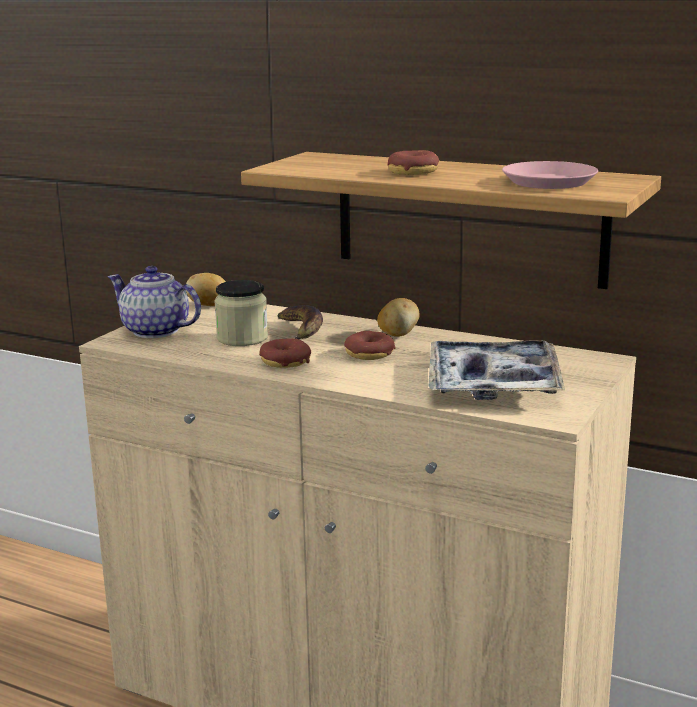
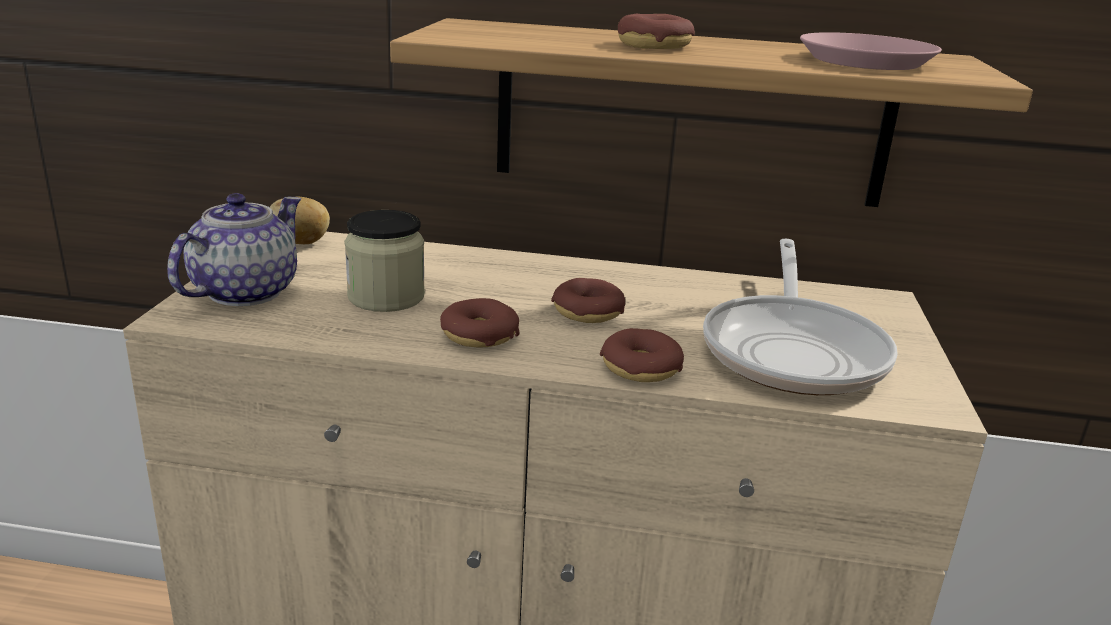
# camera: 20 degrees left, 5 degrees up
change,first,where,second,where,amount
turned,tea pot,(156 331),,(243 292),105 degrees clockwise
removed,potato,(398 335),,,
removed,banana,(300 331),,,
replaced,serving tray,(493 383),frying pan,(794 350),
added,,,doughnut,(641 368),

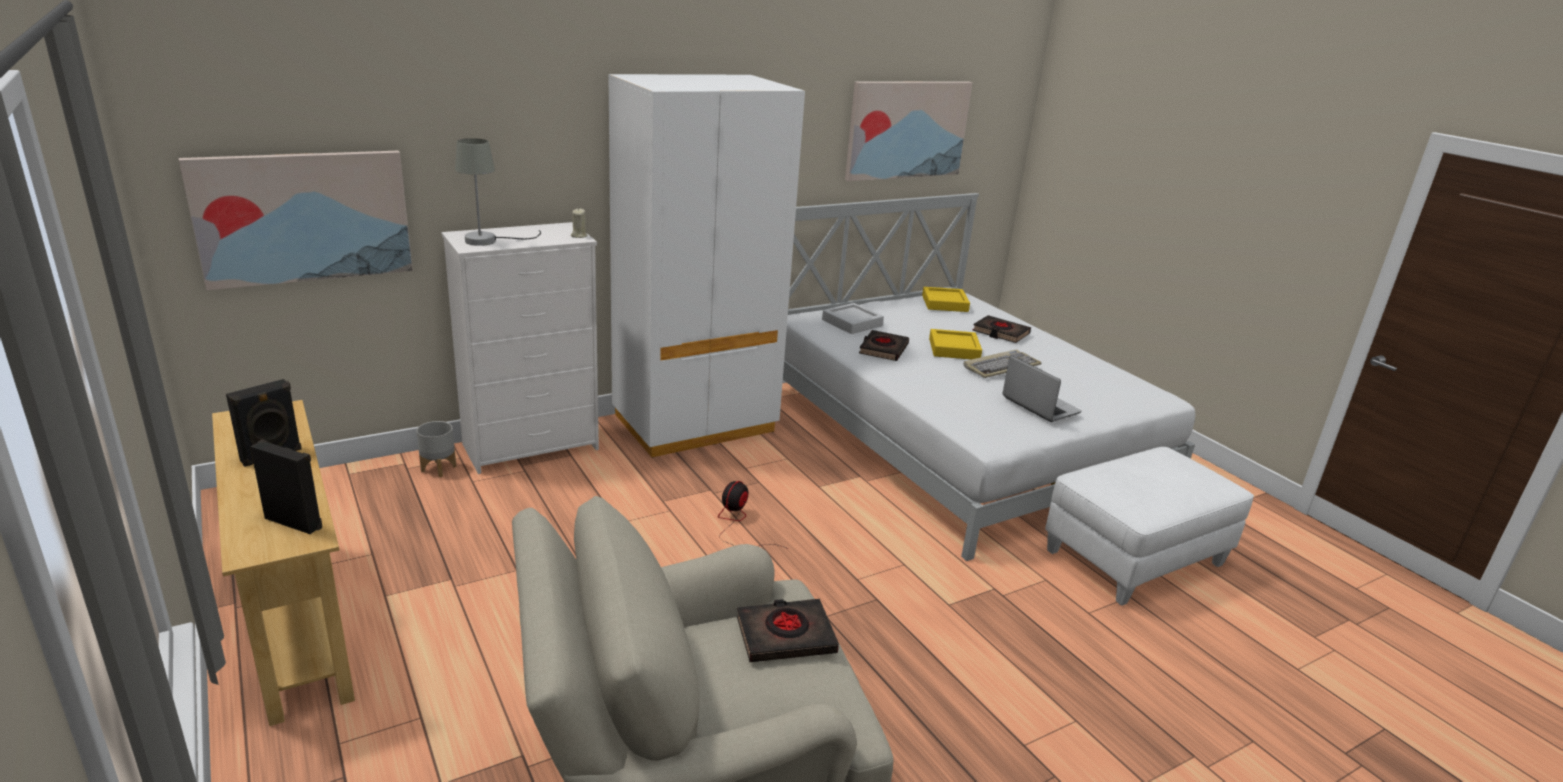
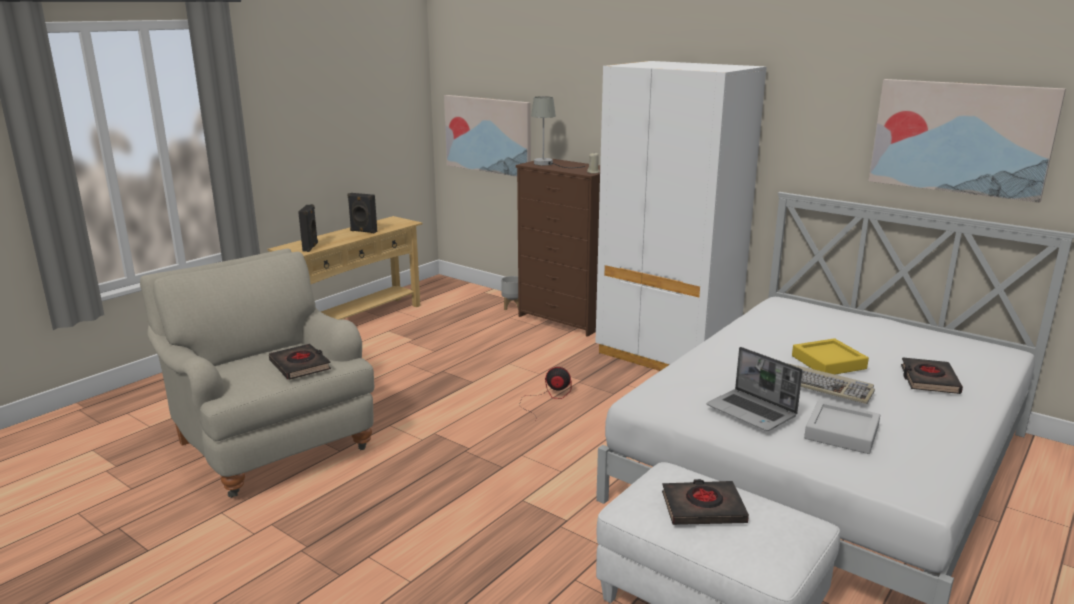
# camera: 70 degrees right, 5 degrees down
change,first,where,second,where,amount
recoloured,drawer chest in white,(532 447),drawer chest in brown-coloured,(565 320),
removed,serving tray in yellow,(944 303),,,
moved,serving tray in greyish,(852 323),,(841 433),
moved,bound book in blackish,(883 349),,(703 508),
turned,portable computer,(1039 405),,(752 412),105 degrees clockwise

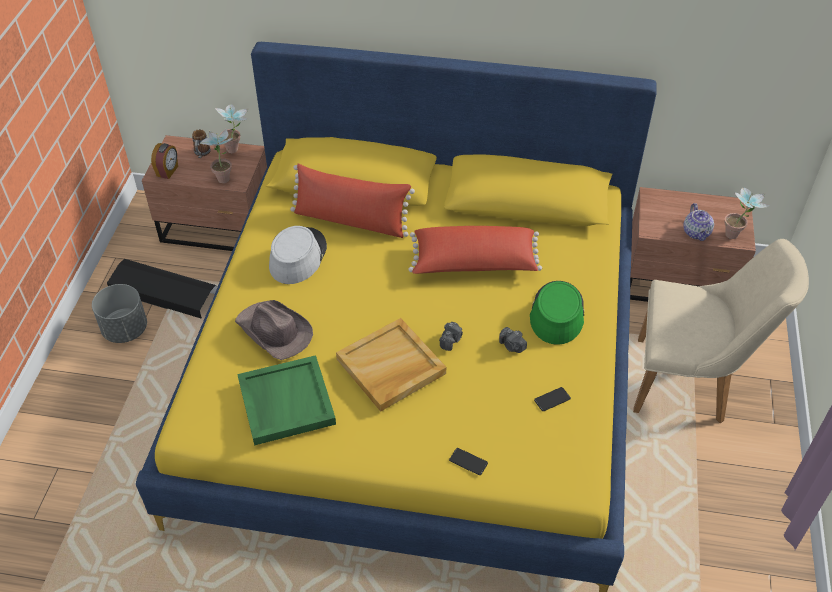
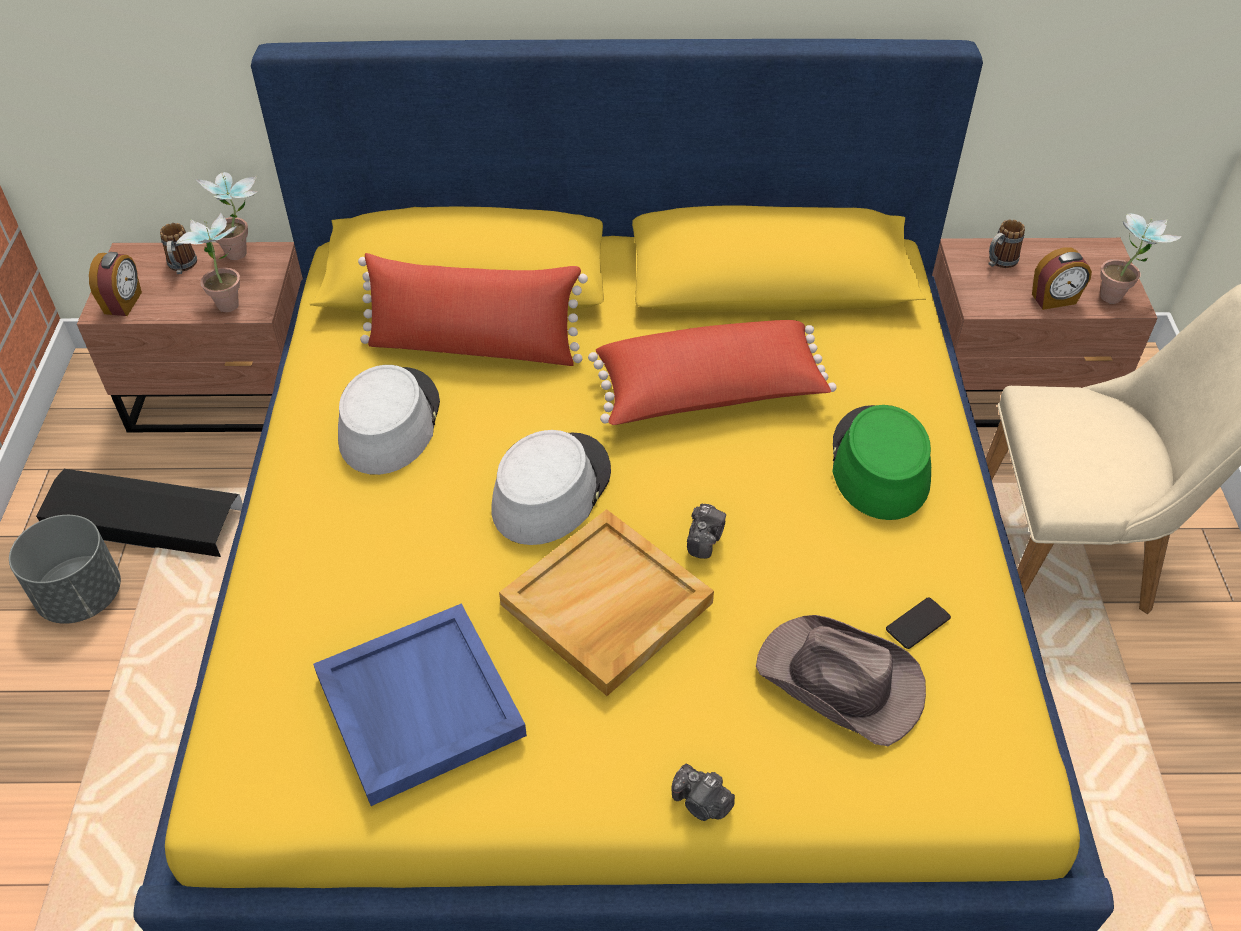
# camera: 10 degrees left, 0 degrees up
change,first,where,second,where,amount
replaced,tea pot,(696 232),bedside clock,(1054 300),
moved,wearable hat in brown-coloured,(274 331),,(840 683),
moved,still camera,(512 346),,(701 803),
recoloured,serving tray in greenish,(285 401),serving tray in bluish,(417 704),
removed,phone,(468 462),,,
added,,,tea mug,(998 262),
added,,,wearable hat in greyish,(551 489),

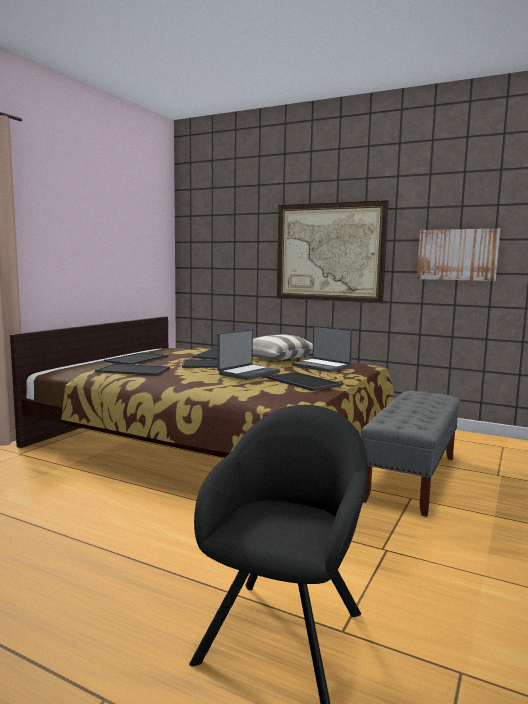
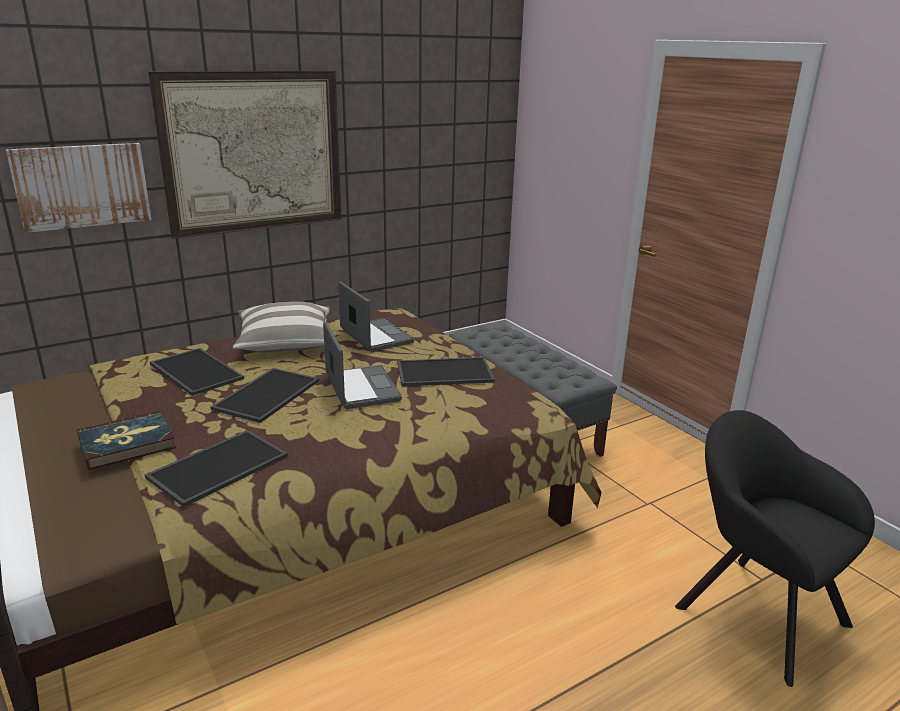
# camera: 60 degrees left, 15 degrees up
change,first,where,second,where,amount
moved,picture,(457 254),,(82 186),
turned,portable computer,(321 366),,(375 336),105 degrees counterclockwise
replaced,serving tray,(137 359),bound book,(127 443),

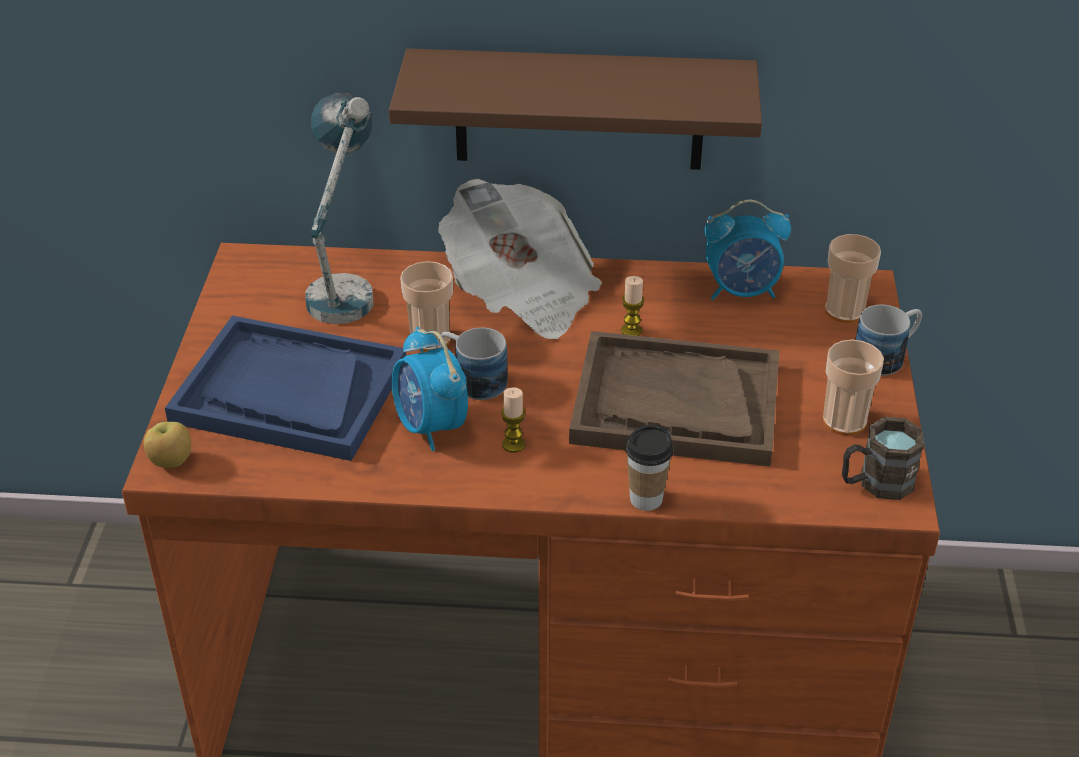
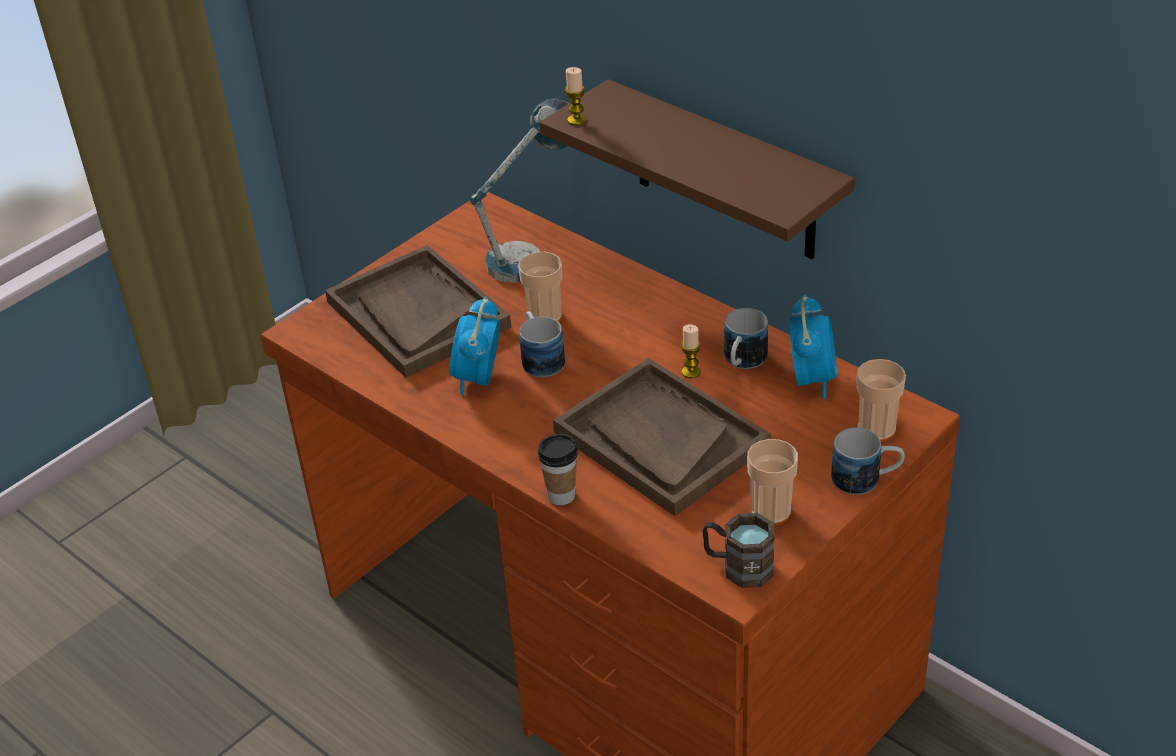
# camera: 40 degrees right, 0 degrees up
change,first,where,second,where,amount
removed,daily paper,(521 293),,,
turned,bedside clock,(742 291),,(811 378),120 degrees counterclockwise
recoloured,serving tray in bluish,(289 392),serving tray in brown-coloured,(417 314),
moved,wax candle,(513 444),,(576 120),
removed,whole apple,(171 462),,,
added,,,tea mug,(742 362),

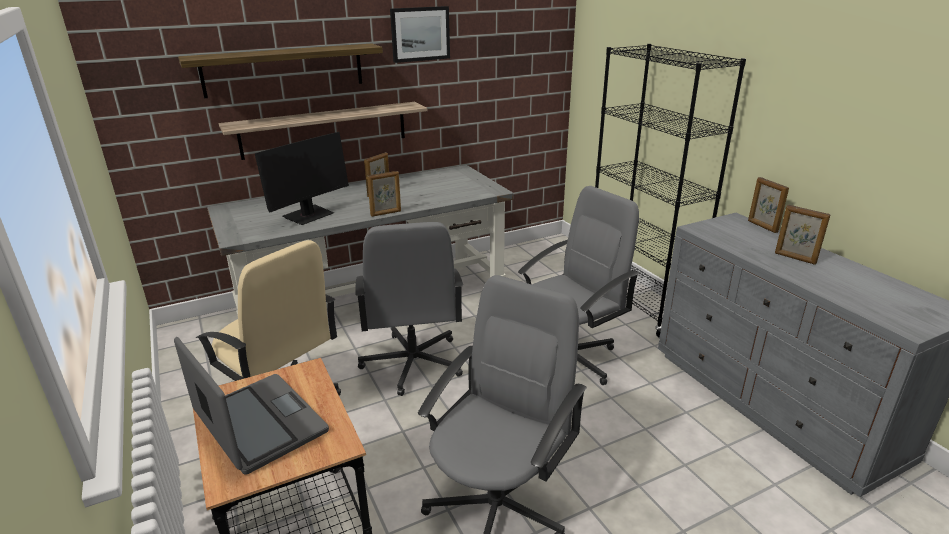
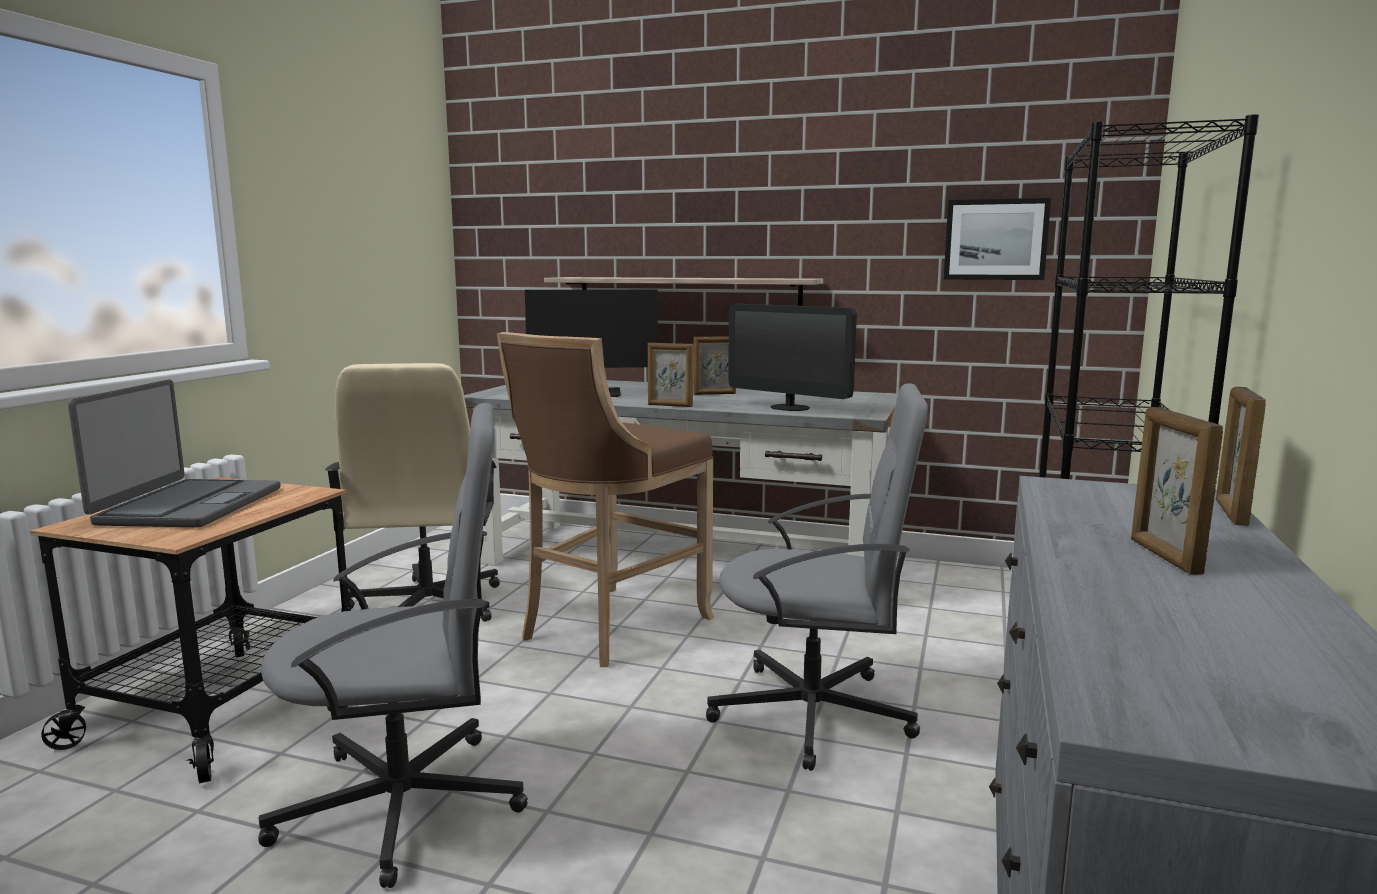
# camera: 45 degrees right, 15 degrees down
change,first,where,second,where,amount
moved,picture,(420 34),,(995 239),
removed,wall shelf,(284 70),,,
replaced,computer chair in greyish,(412 363),stool in brown-coloured,(609 628),
added,,,computer display,(789 407),

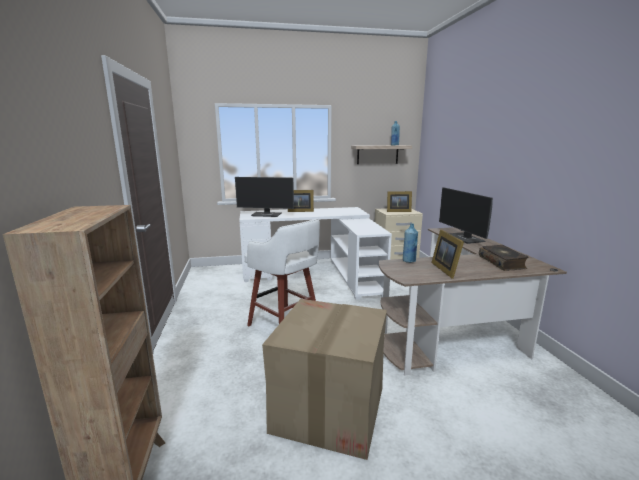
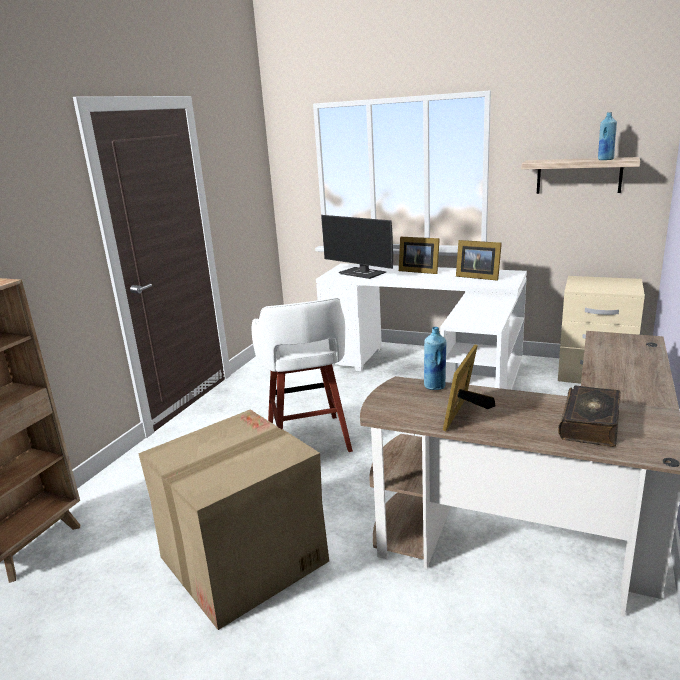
# camera: 35 degrees right, 5 degrees up
change,first,where,second,where,amount
removed,computer display,(465 238),,,
moved,picture frame,(397 211),,(477 277),

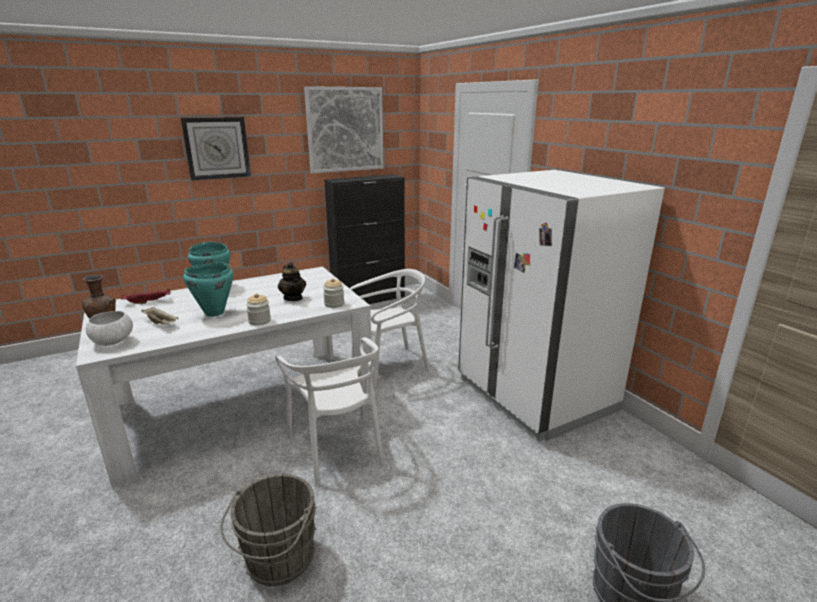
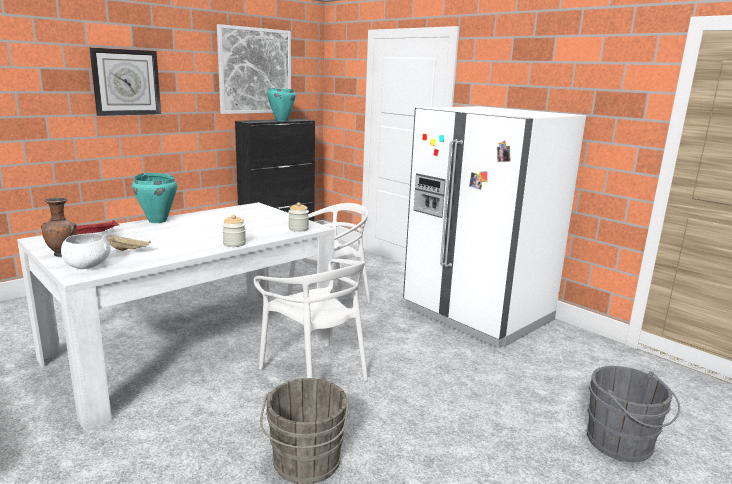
# camera: 15 degrees left, 5 degrees down
change,first,where,second,where,amount
moved,saucepot in turquoise,(214 313),,(281 120),
removed,tea pot,(293 298),,,

